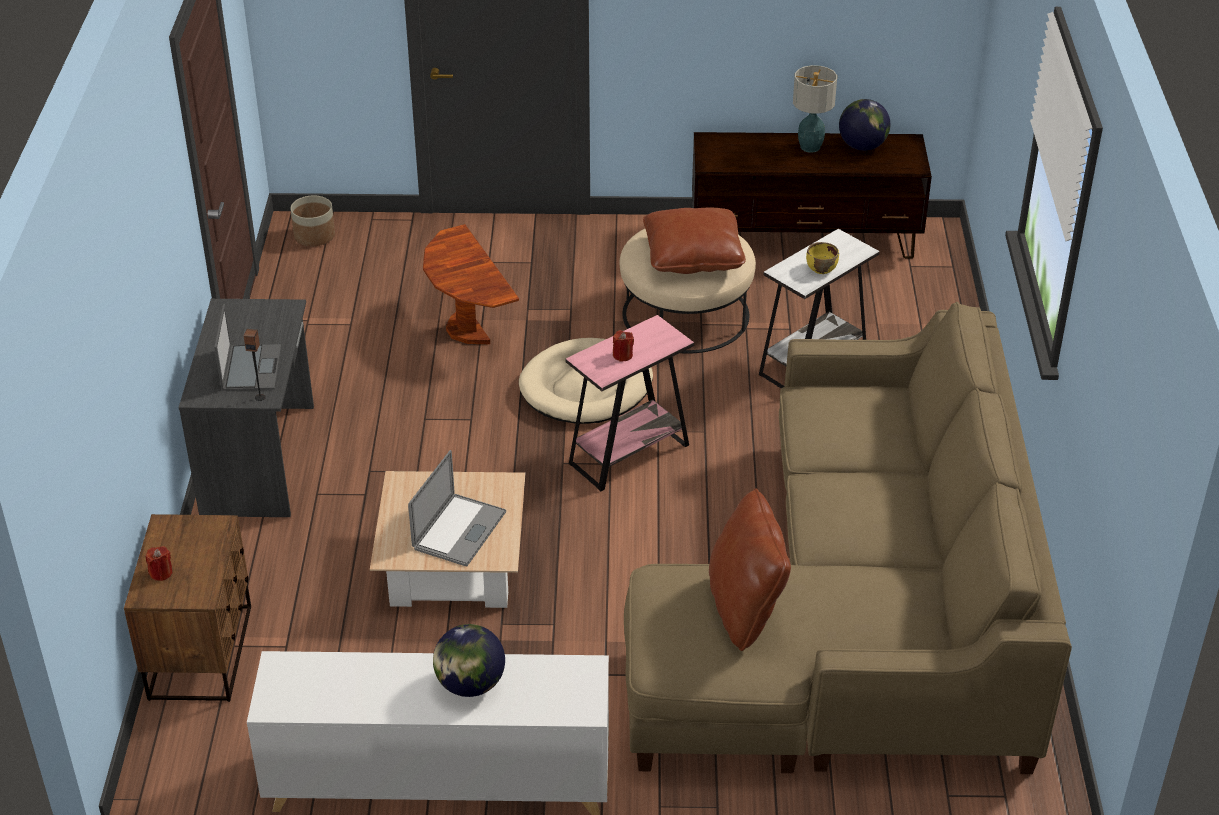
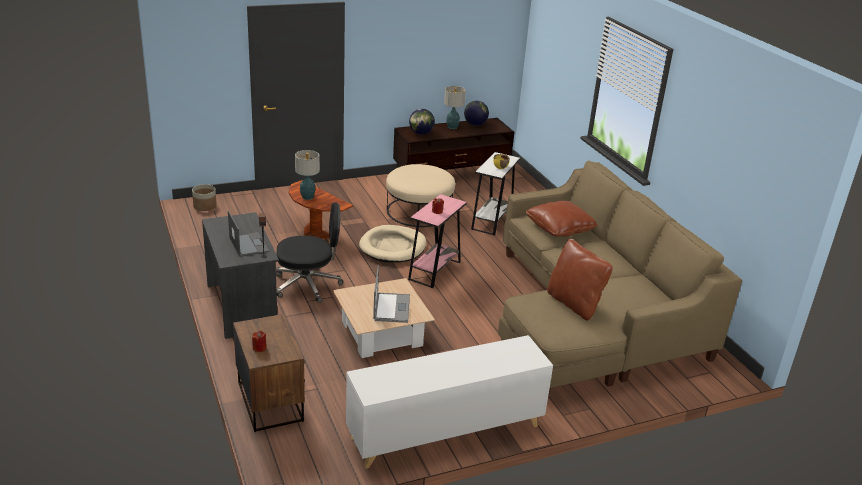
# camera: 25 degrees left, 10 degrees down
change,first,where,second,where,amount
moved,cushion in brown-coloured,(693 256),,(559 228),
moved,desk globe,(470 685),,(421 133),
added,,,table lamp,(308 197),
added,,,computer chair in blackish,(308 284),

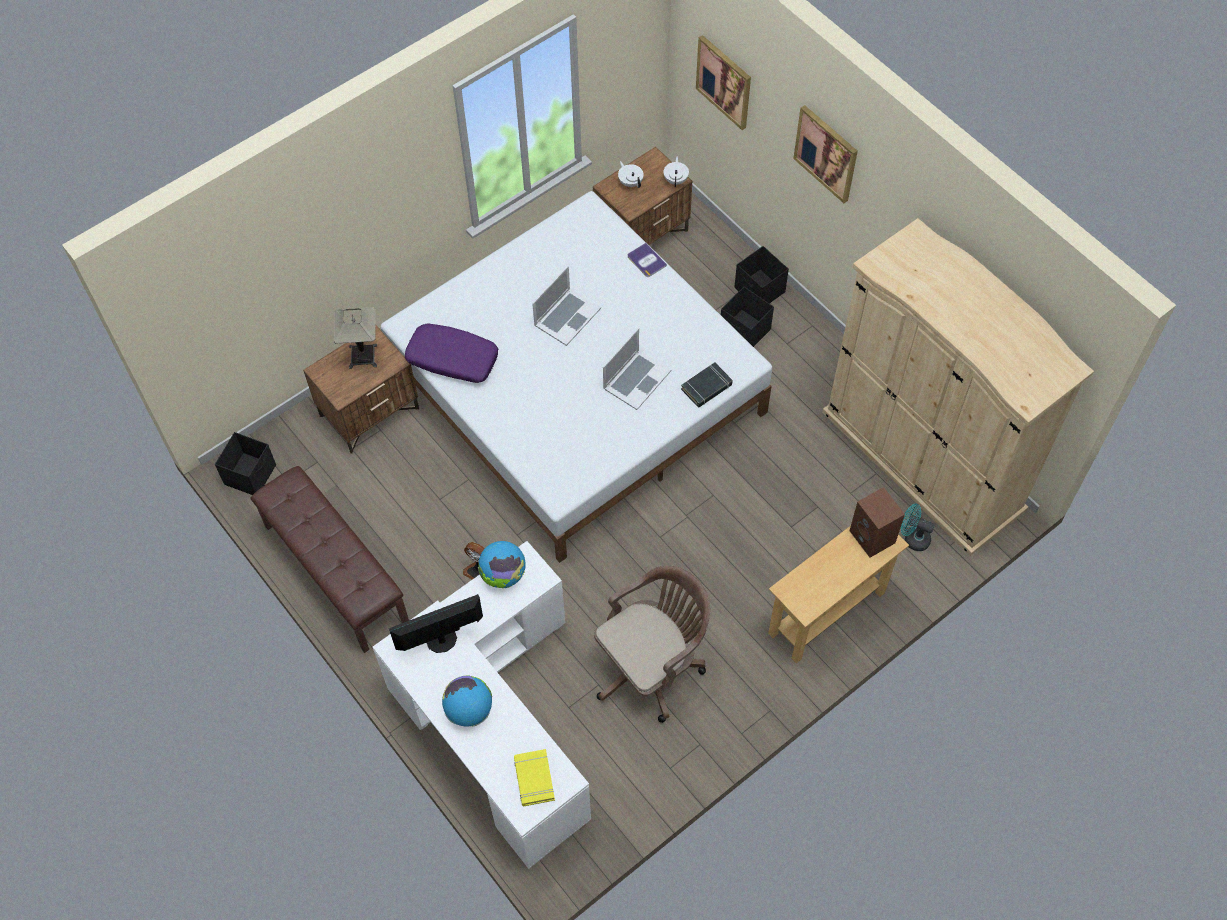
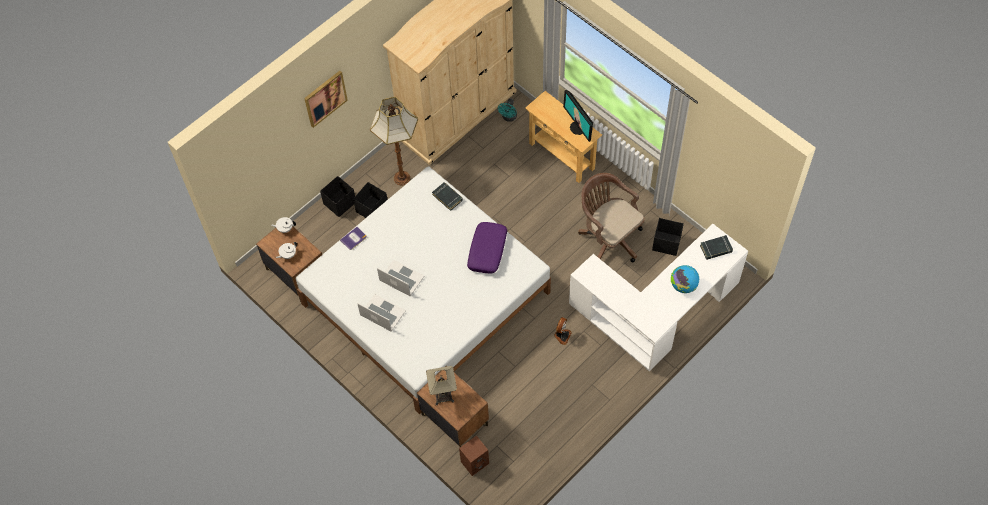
# camera: 95 degrees left, 0 degrees up
change,first,where,second,where,amount
removed,picture,(724 81),,,
moved,cushion in purple,(452 359),,(487 251),
moved,portable computer,(636 379),,(382 313),
moved,storage box in blackish,(251 474),,(666 243),
removed,long seat in brown-coloured,(334 573),,,
moved,audio speaker in brown-coloured,(873 537),,(475 462),
removed,desk globe,(503 575),,,
moved,computer display,(441 640),,(578 128),
recoloured,bound book in yellow,(534 779),bound book in blackish,(716 249),
added,,,standing lamp,(402 179),

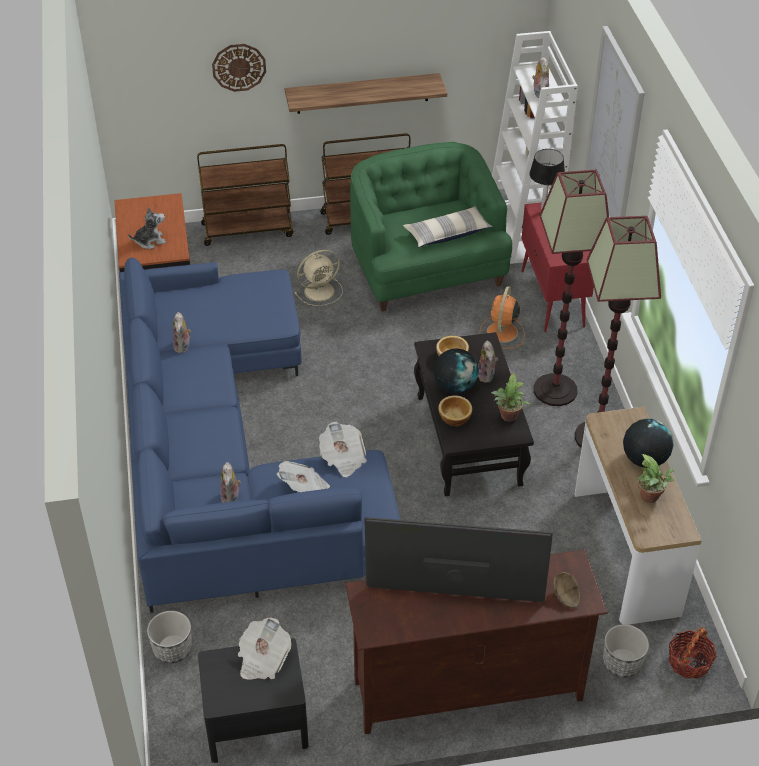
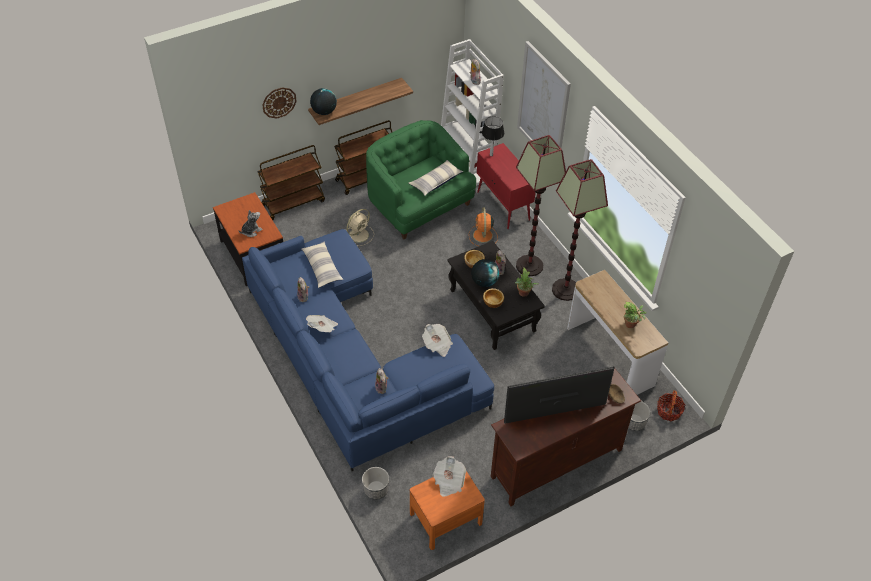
# camera: 20 degrees left, 5 degrees up
change,first,where,second,where,amount
moved,desk globe,(644 459),,(324 112),
moved,daily paper,(304 487),,(323 328),
recoloured,night table in blackish,(256 722),night table in orangey,(445 518),
added,,,cushion,(322 268),

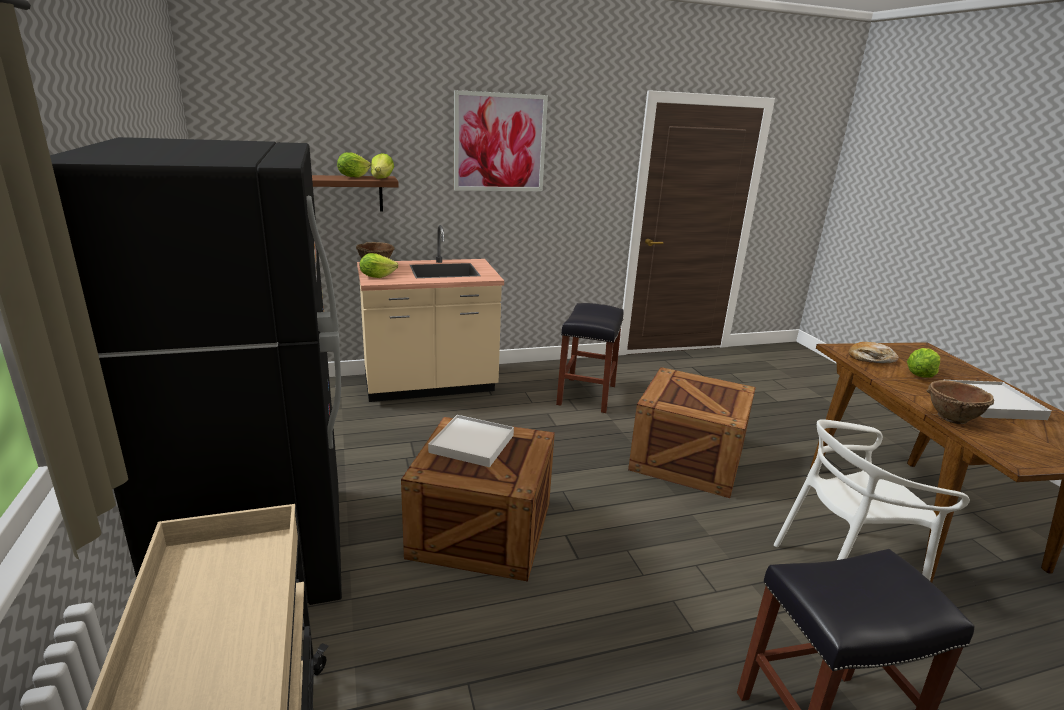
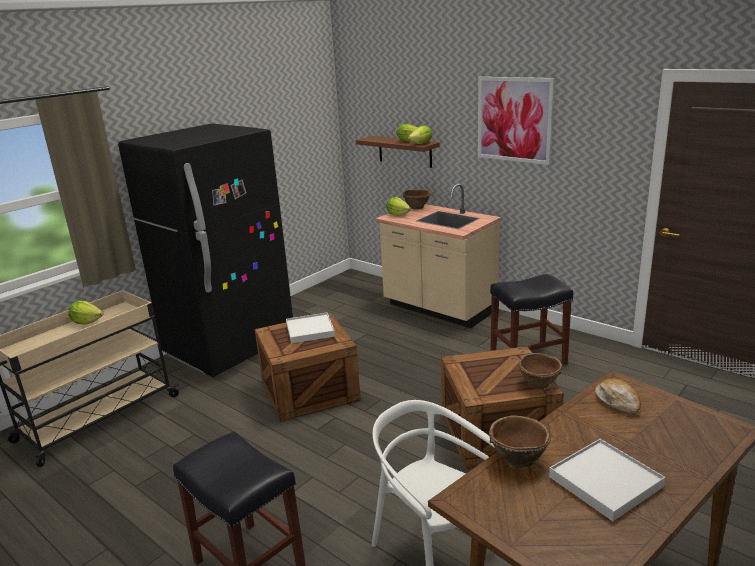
# camera: 60 degrees right, 0 degrees up
change,first,where,second,where,amount
moved,head of lettuce,(919 375),,(87 322),
added,,,deep dish in brown-coloured,(539 383),

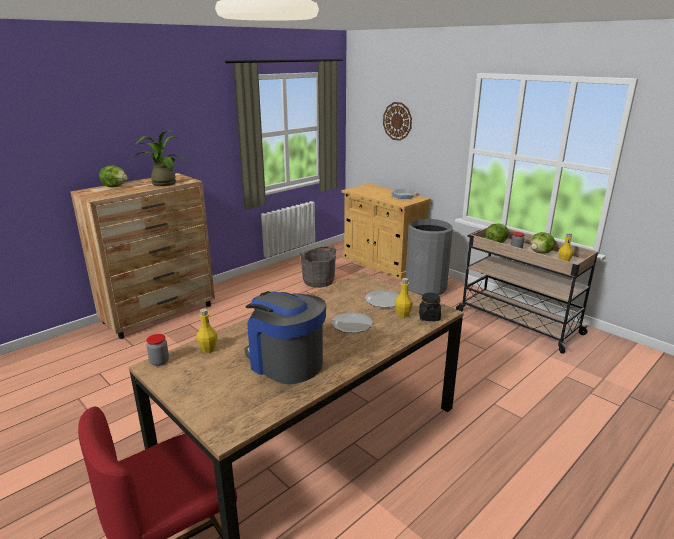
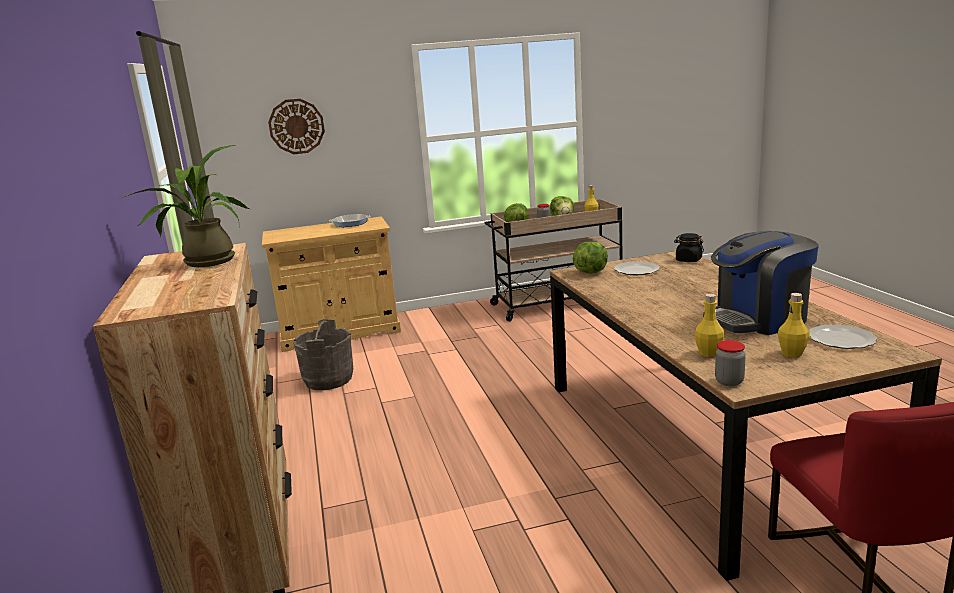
# camera: 60 degrees left, 5 degrees down
change,first,where,second,where,amount
moved,head of lettuce,(115 186),,(590 272),
removed,waste bin in greyish,(426 287),,,
moved,beverage bottle in yellow,(402 315),,(792 354),
moved,dinner plate,(351 324),,(840 339),

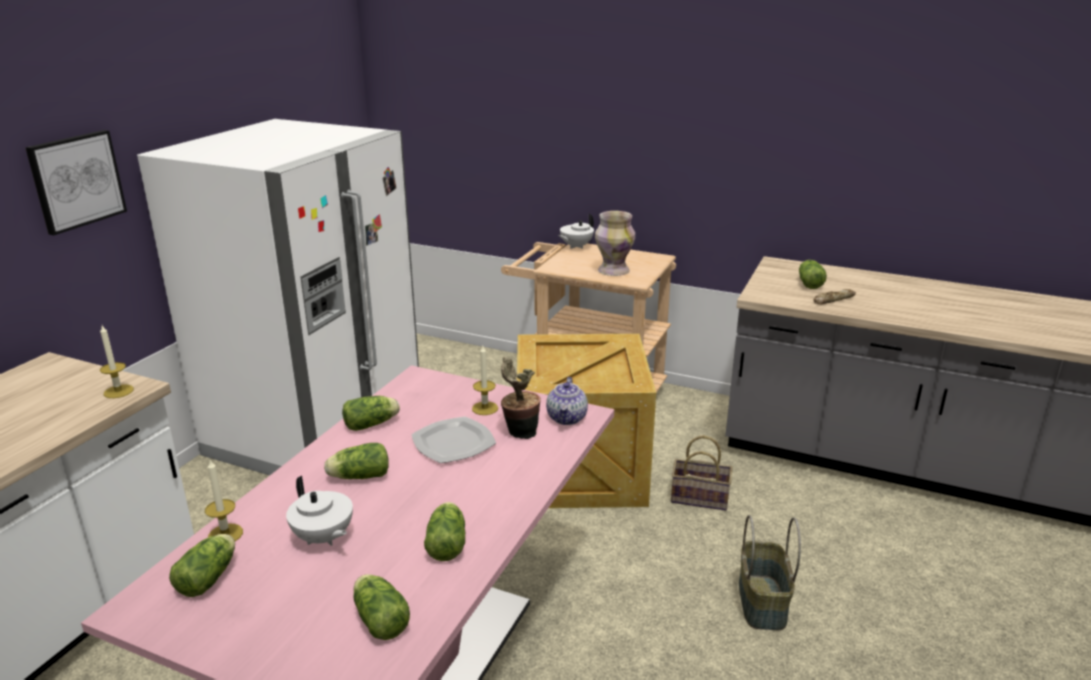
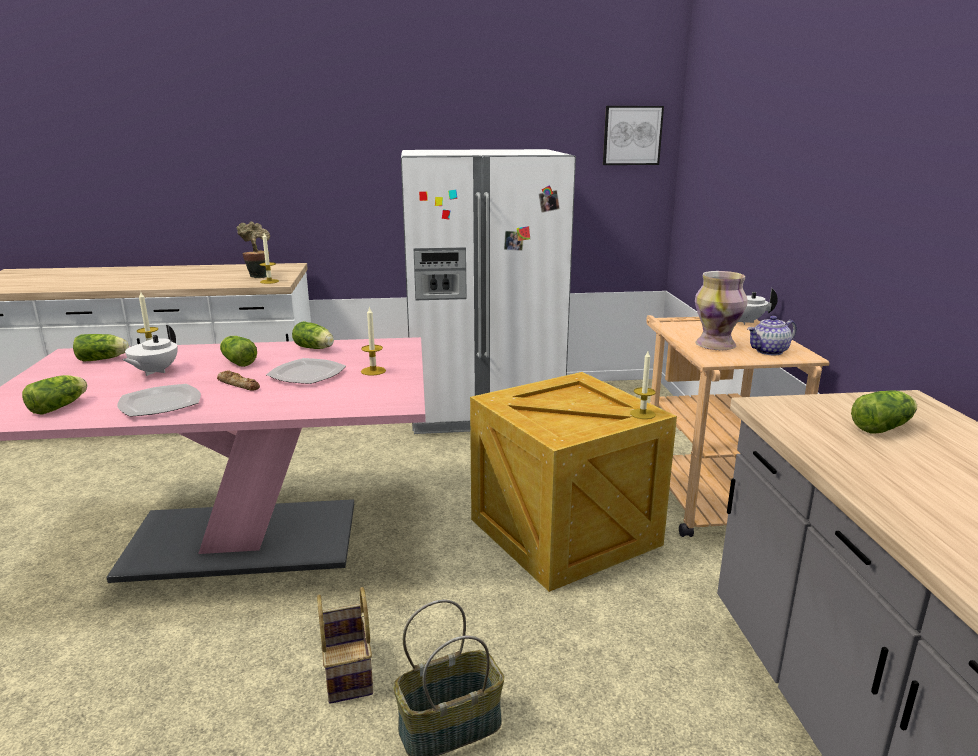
# camera: 60 degrees right, 5 degrees down
change,first,where,second,where,amount
moved,picture,(76 181),,(632 135),
moved,bakery bread,(833 300),,(239 385),
moved,potted plant,(519 433),,(258 276),
moved,tea pot,(567 418),,(769 351),
moved,household basket,(701 497),,(349 671),
replaced,head of lettuce,(447 542),dinner plate,(159 403),
added,,,wax candle,(642 414),

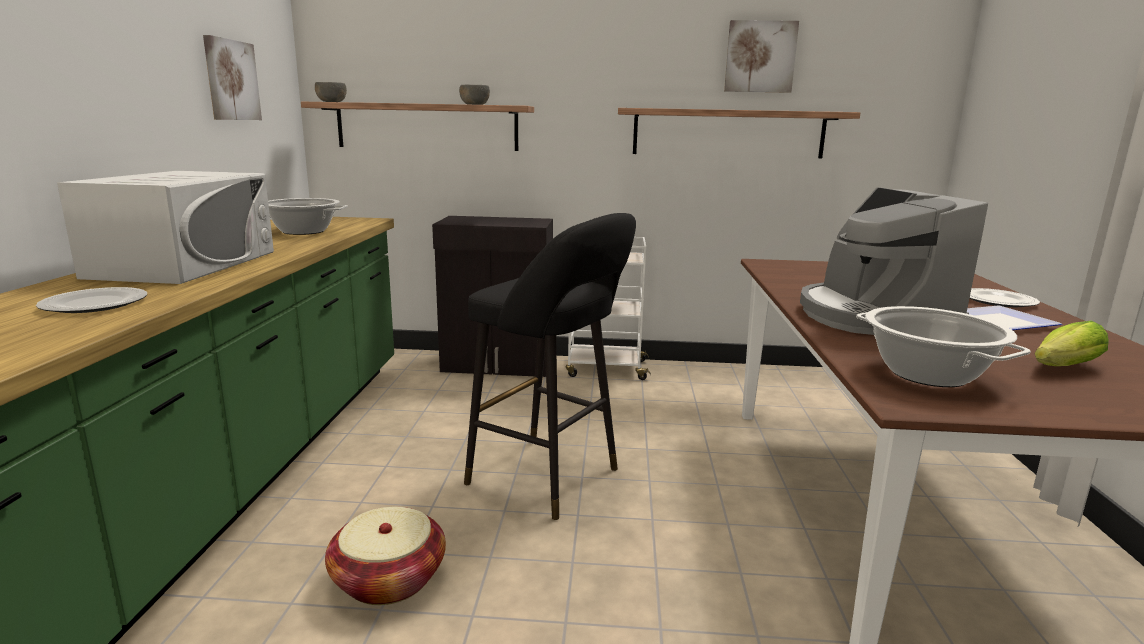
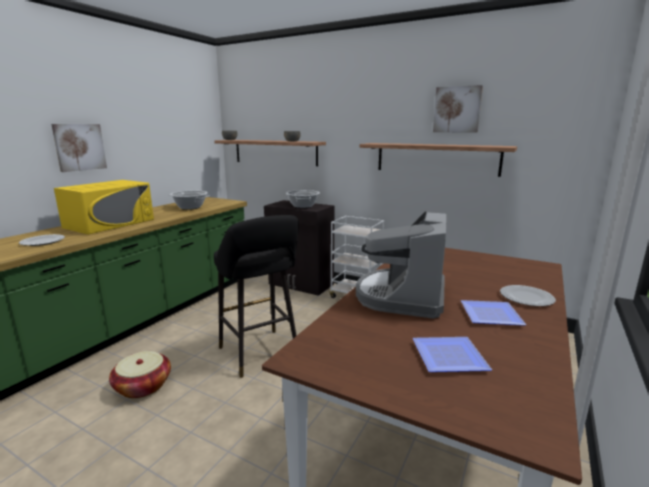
# camera: 25 degrees right, 0 degrees up
change,first,where,second,where,amount
moved,picture,(231 80),,(79 147),
recoloured,microwave in white,(185 264),microwave in yellow,(110 223),
moved,saucepot,(927 374),,(303 206),
replaced,head of lettuce,(1061 368),dinner plate,(451 358),

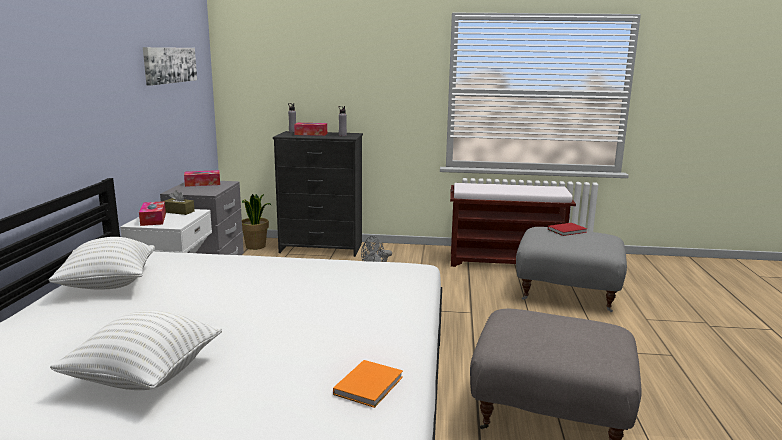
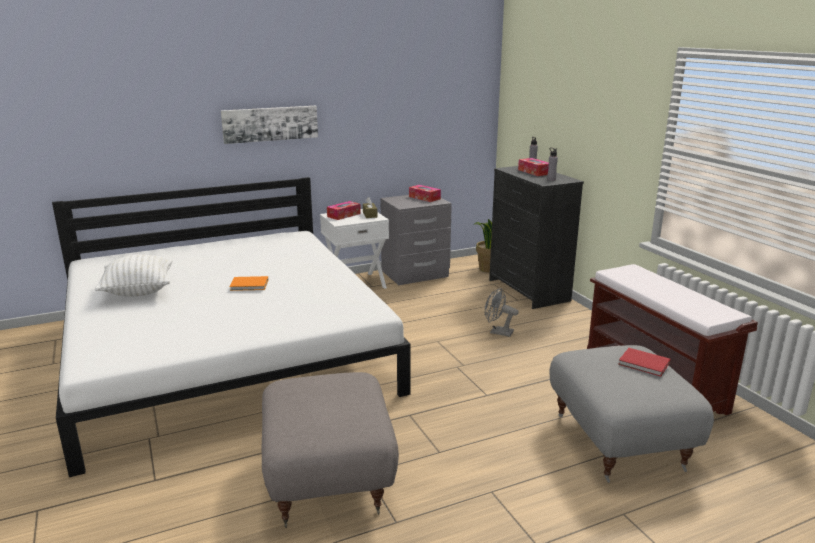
# camera: 60 degrees right, 5 degrees up
change,first,where,second,where,amount
moved,picture,(169 65),,(270 124),
removed,cushion in white,(108 284),,,
moved,bound book in orangey,(370 385),,(250 285),

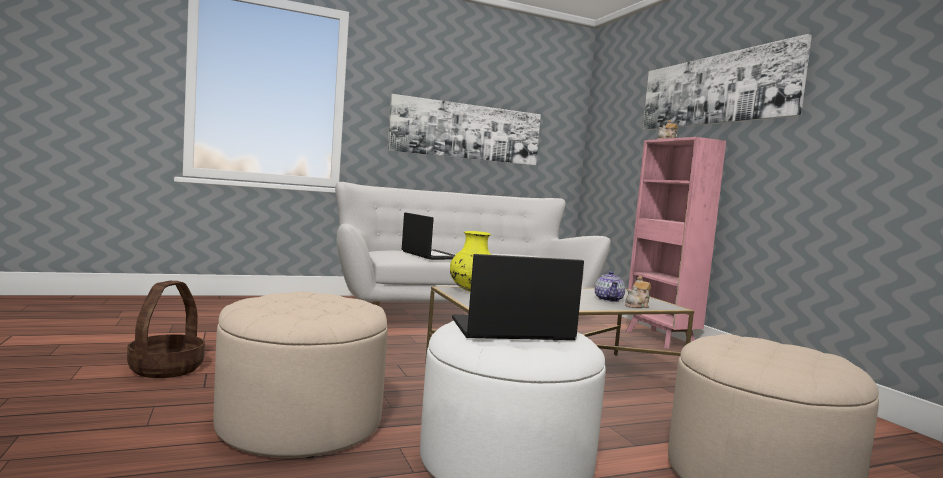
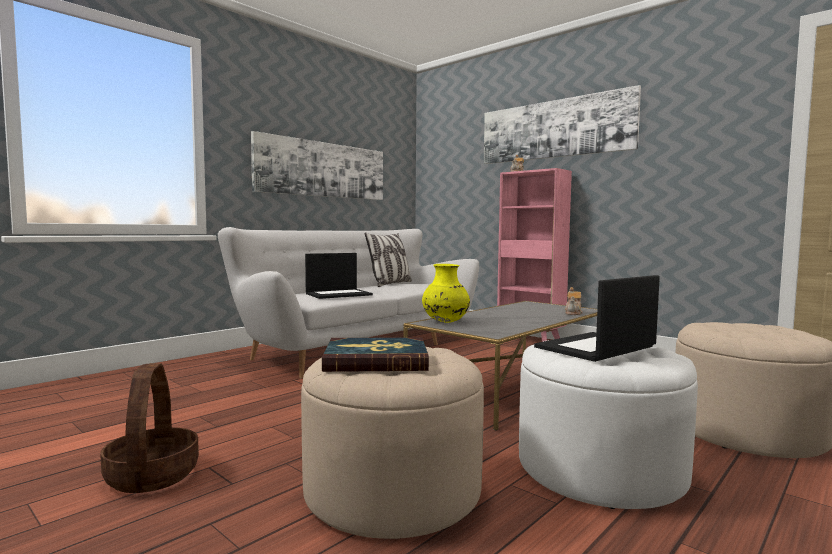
# camera: 25 degrees left, 0 degrees up
change,first,where,second,where,amount
turned,portable computer,(430 255),,(339 294),120 degrees clockwise
removed,tea pot,(608 299),,,
added,,,cushion,(390 284),
added,,,bound book,(376 360),

